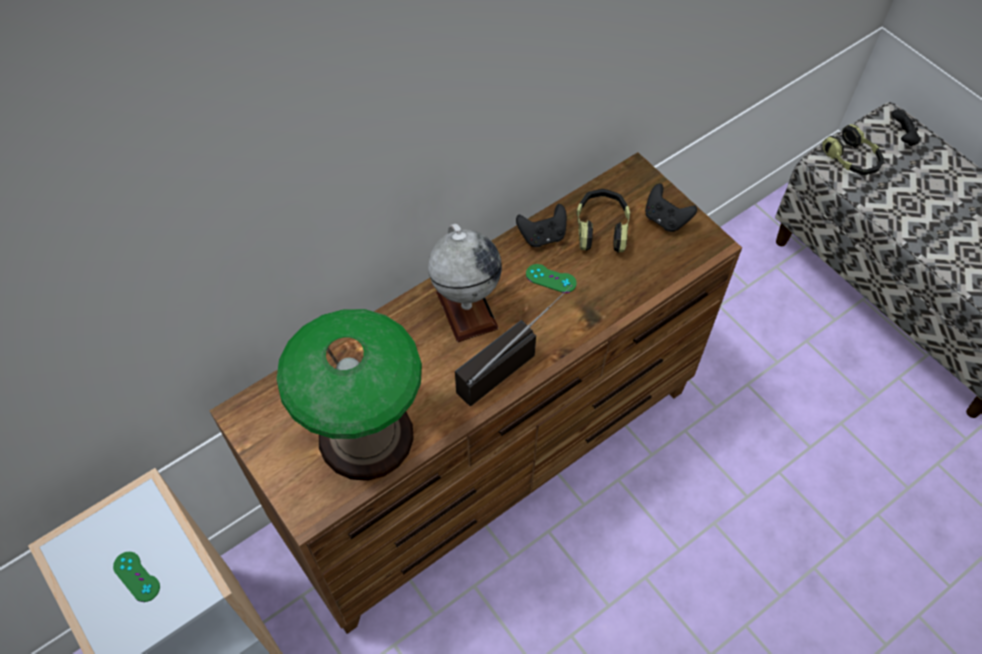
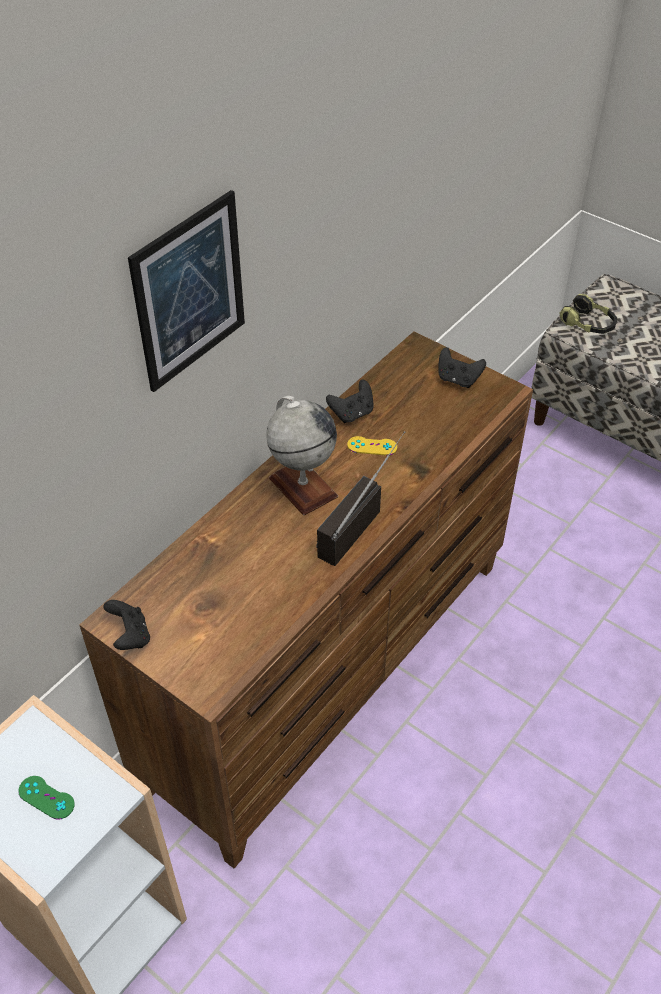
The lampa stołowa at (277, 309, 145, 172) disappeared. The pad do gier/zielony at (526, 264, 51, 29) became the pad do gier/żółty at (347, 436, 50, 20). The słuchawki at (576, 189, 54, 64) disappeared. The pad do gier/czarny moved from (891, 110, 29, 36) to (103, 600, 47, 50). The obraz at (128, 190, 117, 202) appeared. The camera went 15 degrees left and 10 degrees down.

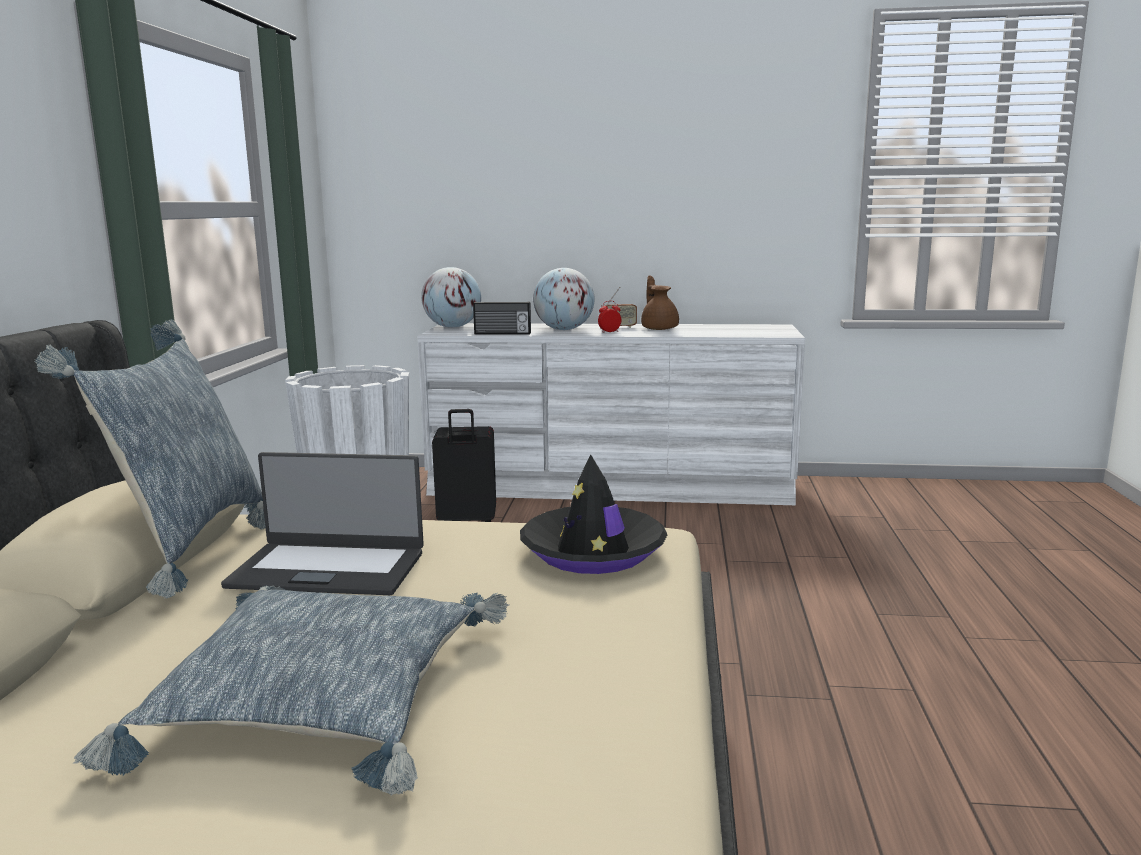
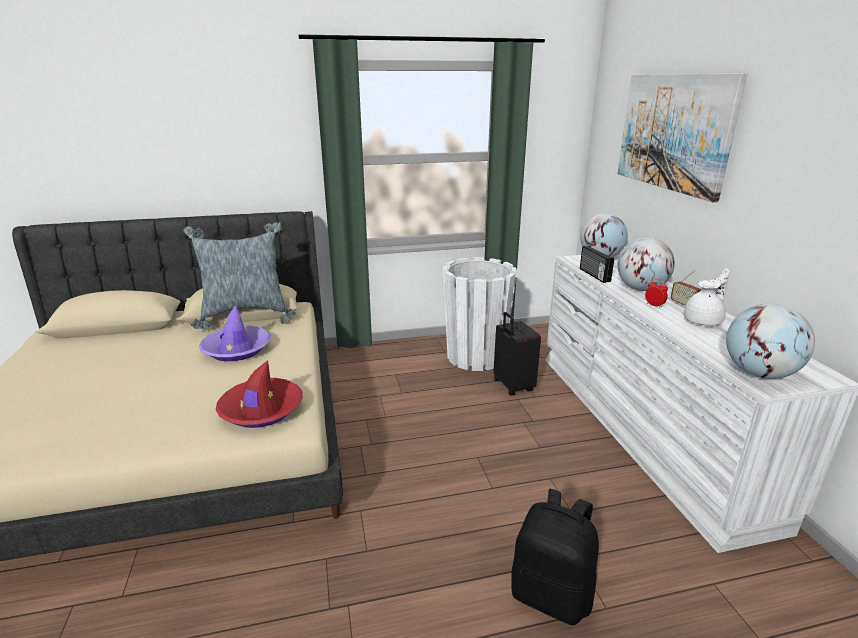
The poduszka at (74, 585, 435, 211) disappeared. The laptop at (221, 452, 203, 143) was replaced by the kapelusz/fioletowy at (199, 305, 72, 56). The kapelusz/czarny at (520, 454, 148, 120) became the kapelusz/czerwony at (216, 360, 87, 68). The imbryk/brązowy at (641, 275, 38, 55) became the imbryk/biały at (684, 268, 46, 58). The plecak/czarny at (511, 489, 88, 136) appeared. The obraz at (617, 73, 130, 129) appeared. The globus at (726, 304, 89, 75) appeared. The camera went 70 degrees right and 10 degrees up.

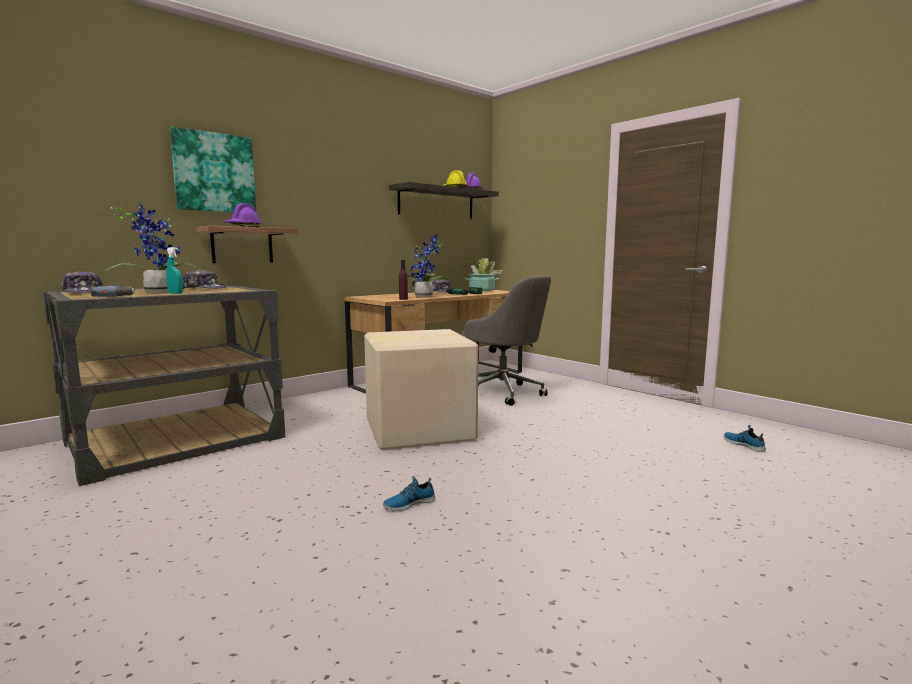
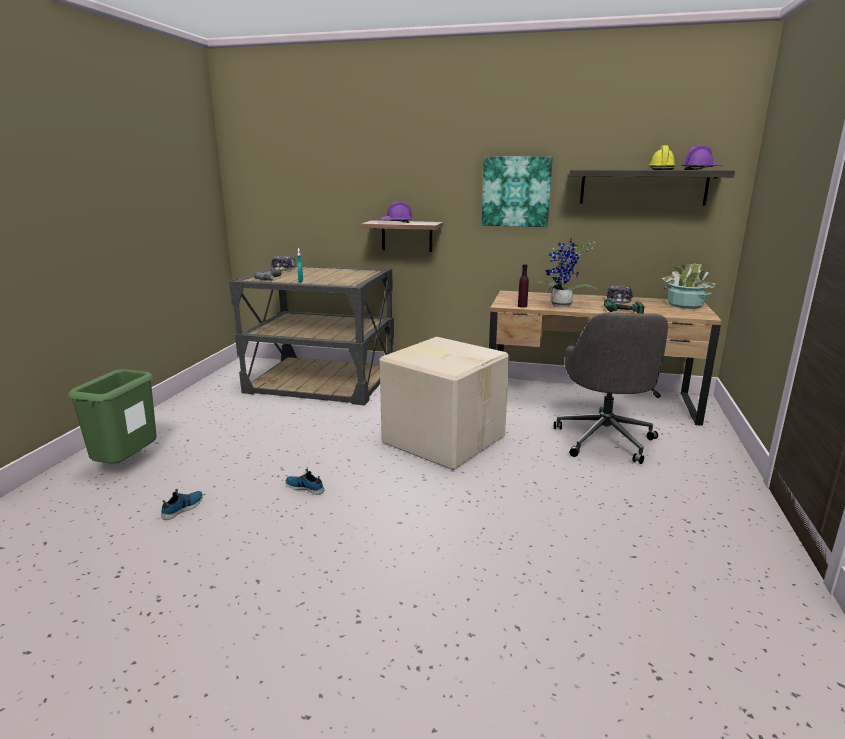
The roślina doniczkowa at (106, 203, 90, 89) disappeared. The obraz moved from (170, 127, 86, 85) to (482, 157, 71, 70). The czapka z daszkiem at (182, 269, 44, 20) disappeared. The but moved from (724, 425, 42, 27) to (161, 489, 42, 31). The kosz na śmieci/zielony at (68, 369, 89, 95) appeared. The camera went 55 degrees right and 10 degrees up.

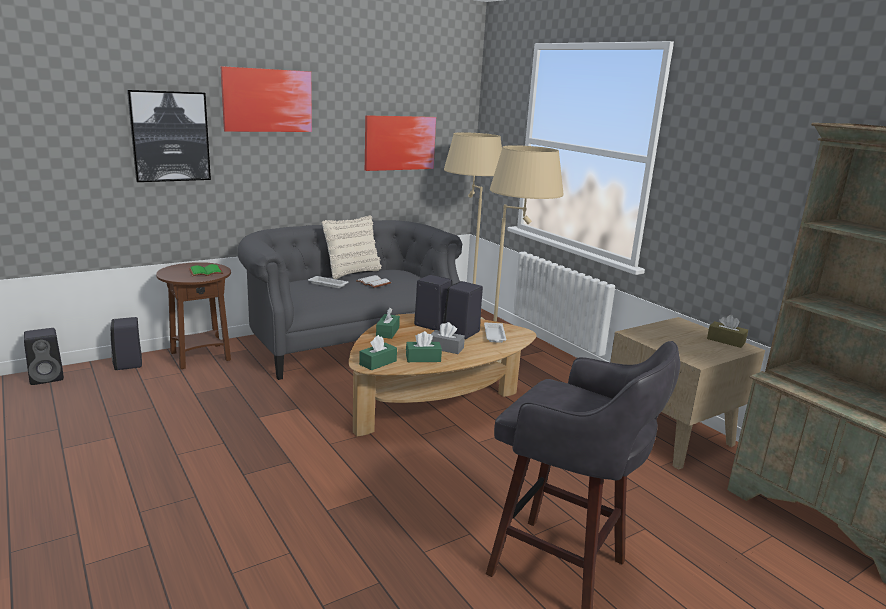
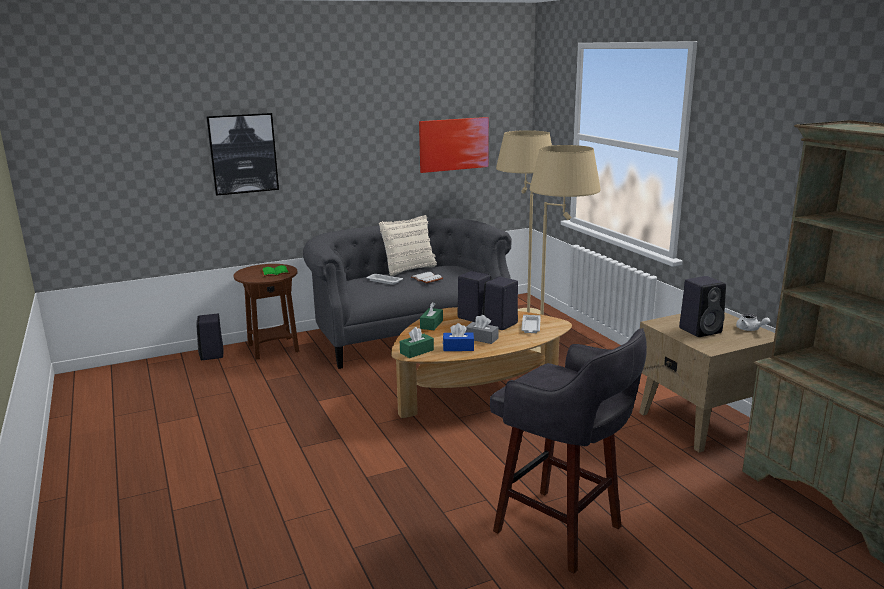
The głośnik/czarny moved from (24, 328, 40, 57) to (679, 276, 47, 61). The obraz at (220, 66, 92, 66) disappeared. The pudełko chusteczek/zielony at (406, 331, 36, 31) became the pudełko chusteczek/niebieski at (443, 323, 31, 28). The pudełko chusteczek/brązowy at (707, 315, 41, 33) was replaced by the imbryk/biały at (736, 314, 34, 17). The camera went 10 degrees right and 0 degrees up.

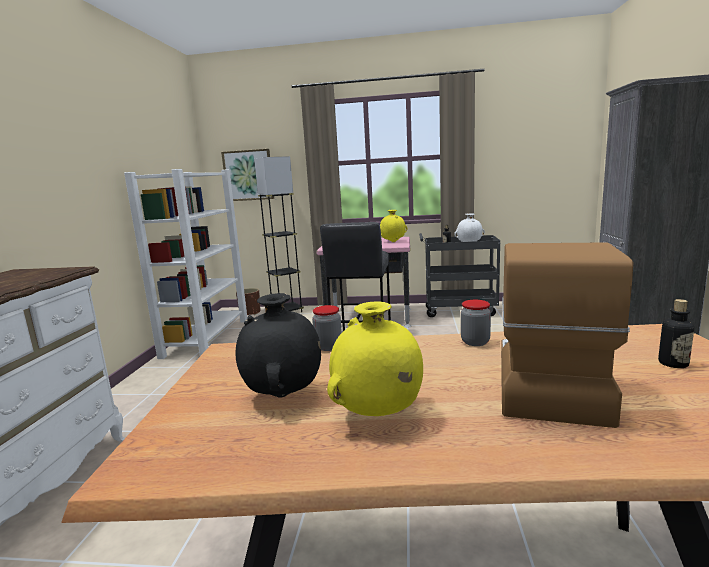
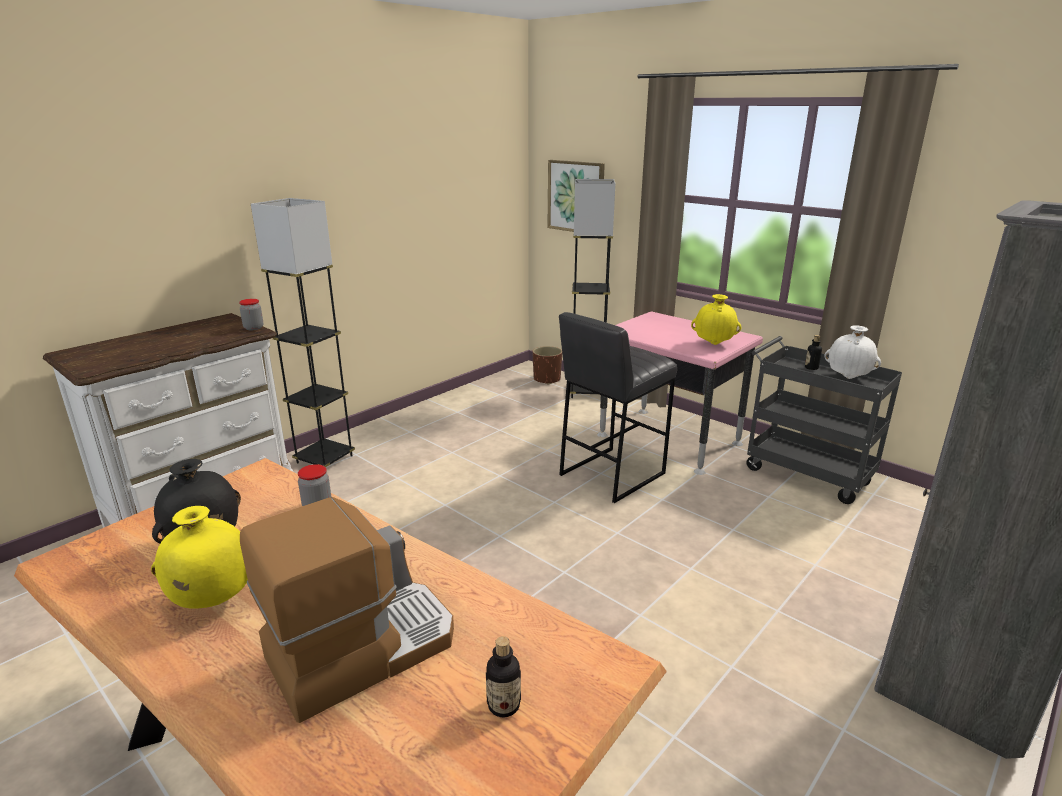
The regał/biały at (124, 169, 123, 190) disappeared. The słoik moved from (461, 300, 30, 46) to (239, 299, 24, 31). The lampa stojąca/czarny at (251, 198, 104, 269) appeared. The camera went 35 degrees right and 10 degrees up.

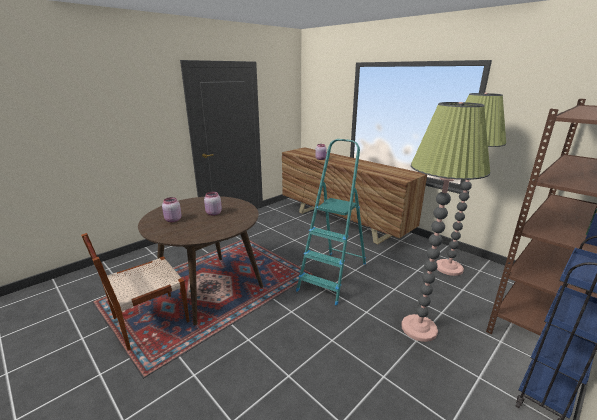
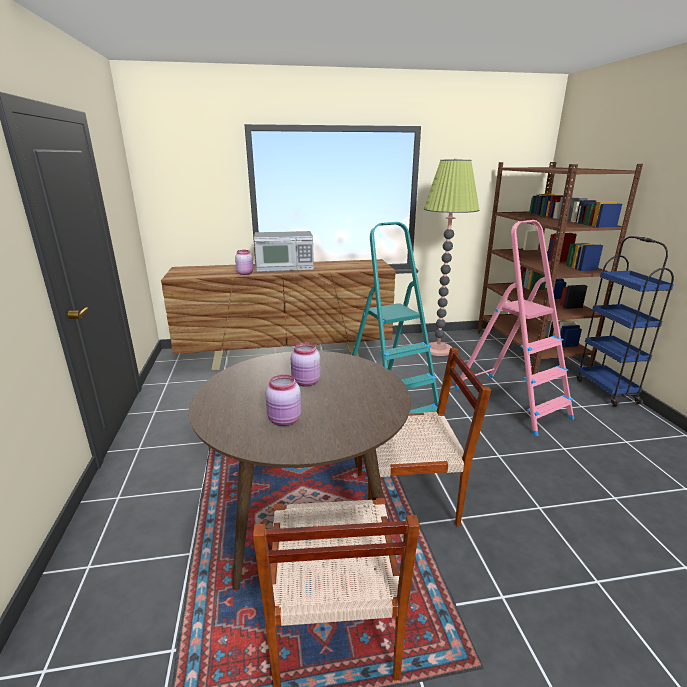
The lampa stojąca at (401, 102, 89, 240) was replaced by the drabinka/różowy at (455, 220, 119, 216). The mikrofalówka at (254, 231, 60, 41) appeared. The krzesło at (358, 348, 133, 179) appeared. The camera went 55 degrees left and 0 degrees up.

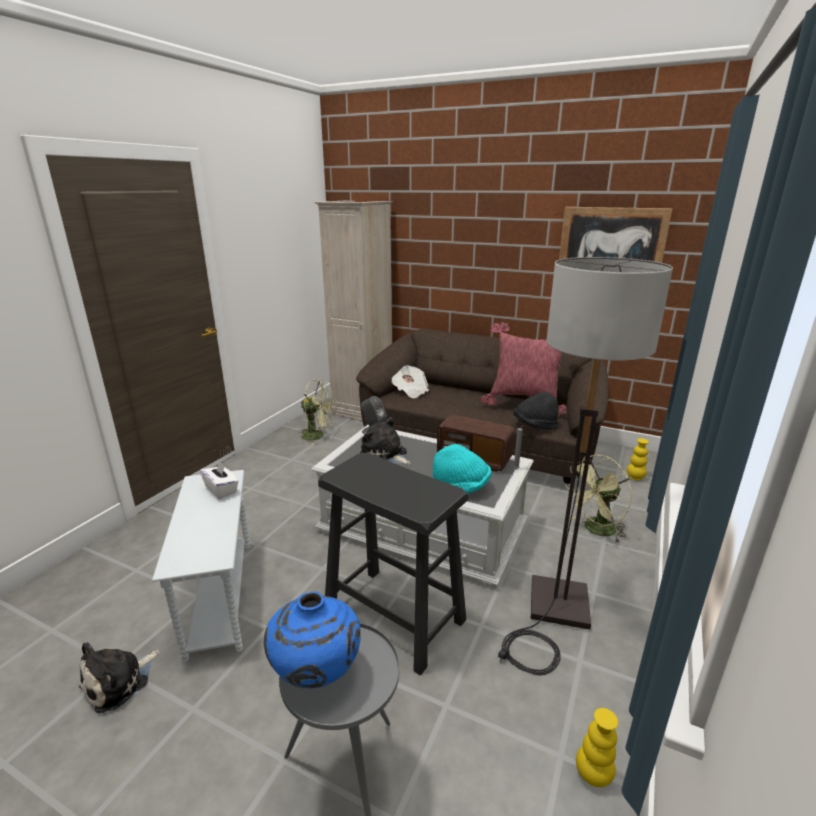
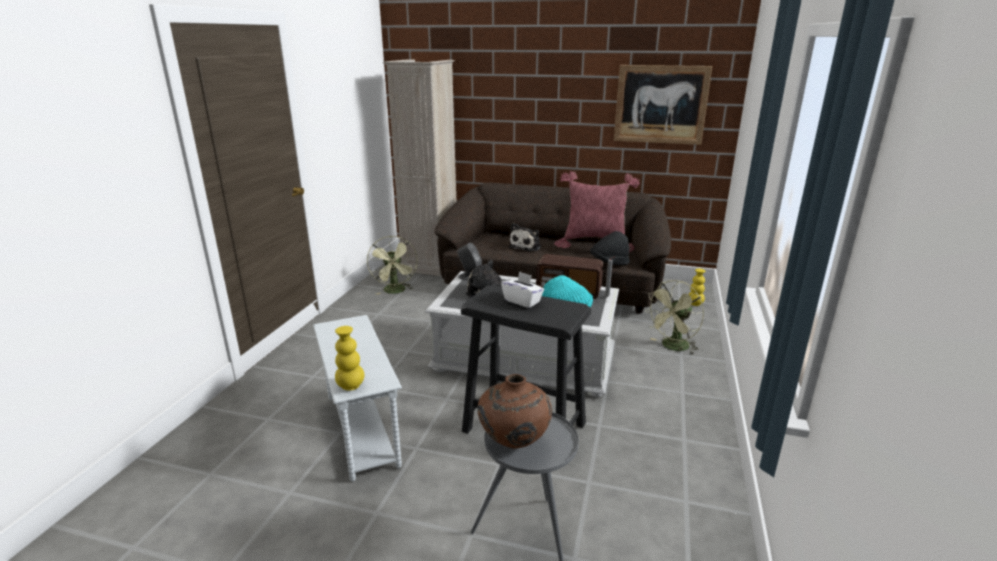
The pluszak moved from (79, 642, 80, 71) to (509, 223, 32, 28). The pudełko chusteczek/biały moved from (200, 461, 39, 38) to (501, 271, 43, 37). The wazon/niebieski at (264, 592, 97, 96) became the wazon/brązowy at (477, 374, 75, 75). The wentylator/zielony at (298, 380, 37, 65) turned 75 degrees clockwise. The gazeta at (391, 365, 38, 33) disappeared. The lampa stojąca at (498, 257, 175, 418) disappeared. The wazon/żółty moved from (576, 708, 42, 79) to (335, 326, 29, 65). The camera went 10 degrees left and 0 degrees up.

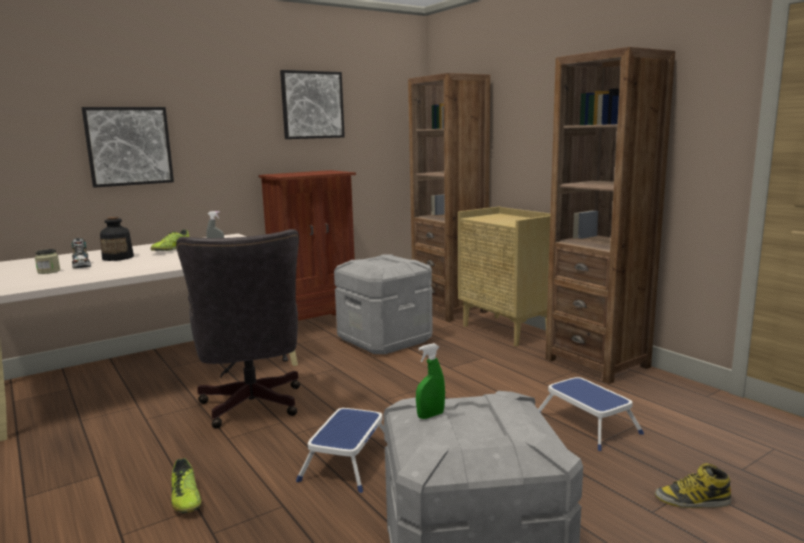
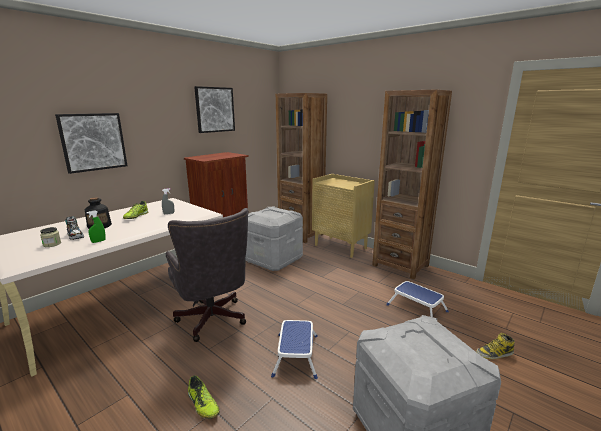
The spryskiwacz/zielony moved from (416, 343, 29, 76) to (86, 210, 20, 33). The camera went 15 degrees left and 5 degrees up.

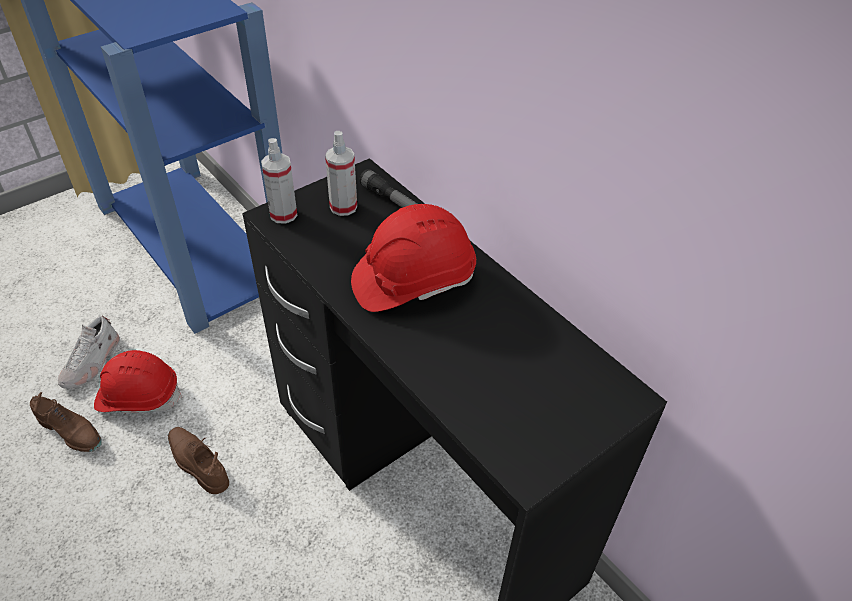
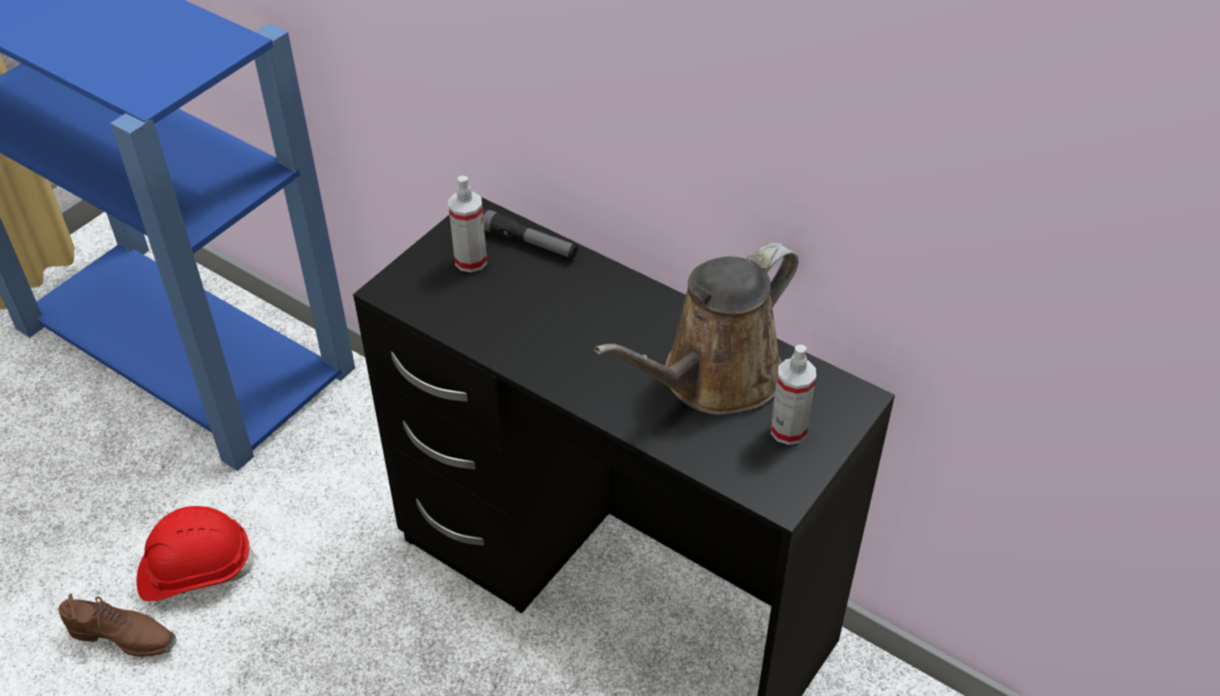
The but/biały at (58, 316, 62, 73) disappeared. The but/brązowy at (168, 427, 61, 67) disappeared. The spryskiwacz moved from (261, 138, 36, 86) to (771, 345, 45, 100). The kask/czerwony at (351, 204, 125, 108) disappeared. The konewka/brązowy at (594, 243, 204, 172) appeared. The camera went 15 degrees left and 0 degrees up.

